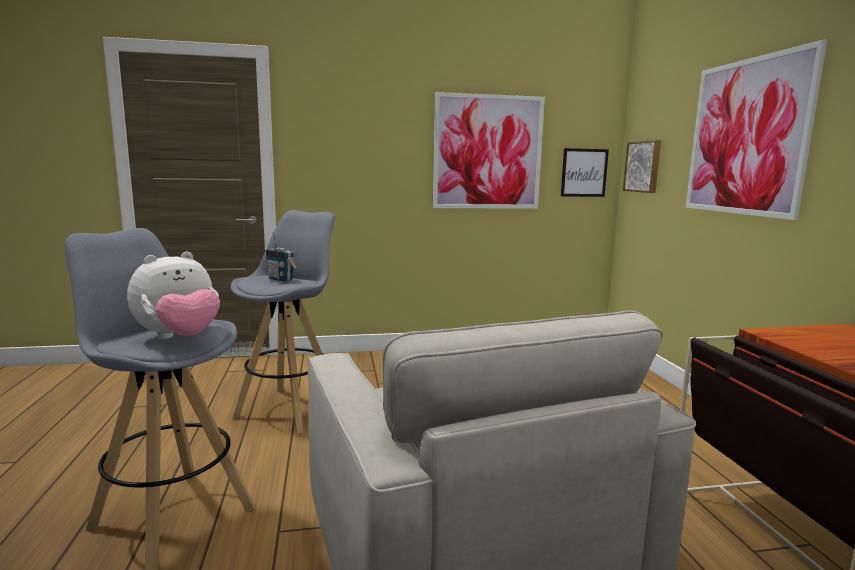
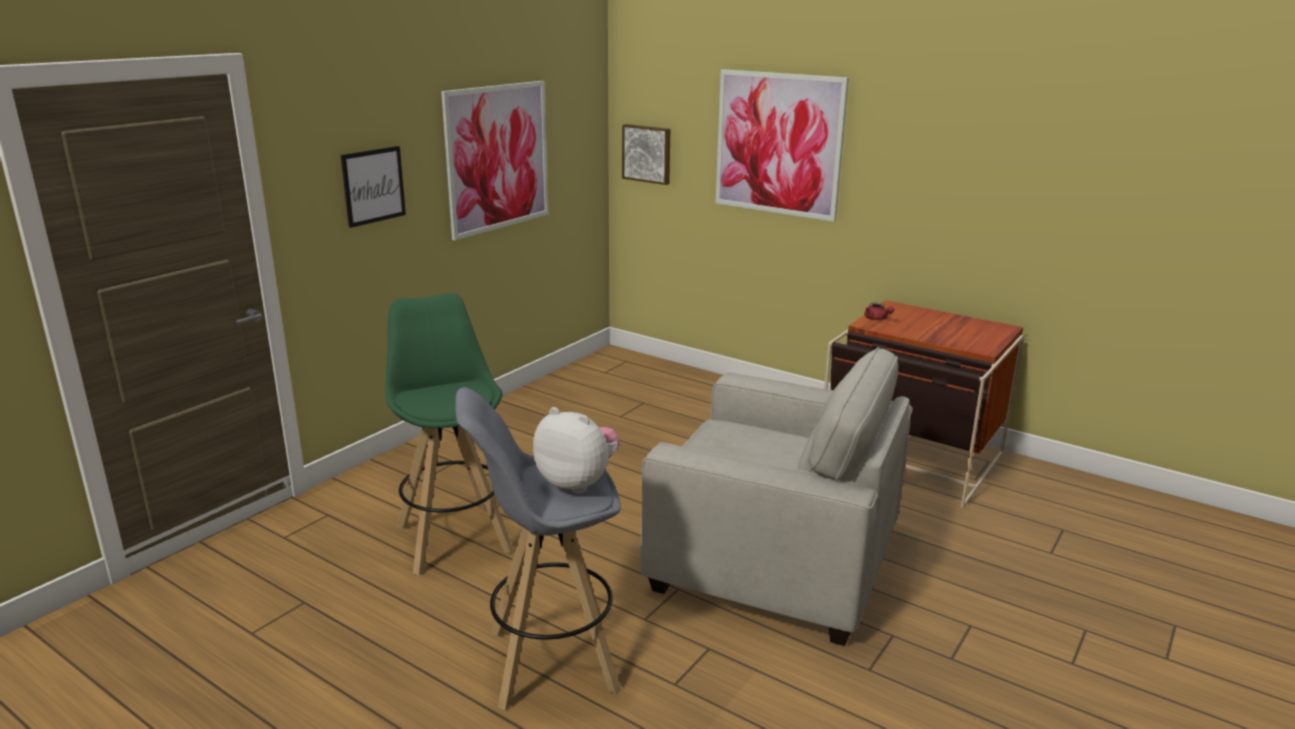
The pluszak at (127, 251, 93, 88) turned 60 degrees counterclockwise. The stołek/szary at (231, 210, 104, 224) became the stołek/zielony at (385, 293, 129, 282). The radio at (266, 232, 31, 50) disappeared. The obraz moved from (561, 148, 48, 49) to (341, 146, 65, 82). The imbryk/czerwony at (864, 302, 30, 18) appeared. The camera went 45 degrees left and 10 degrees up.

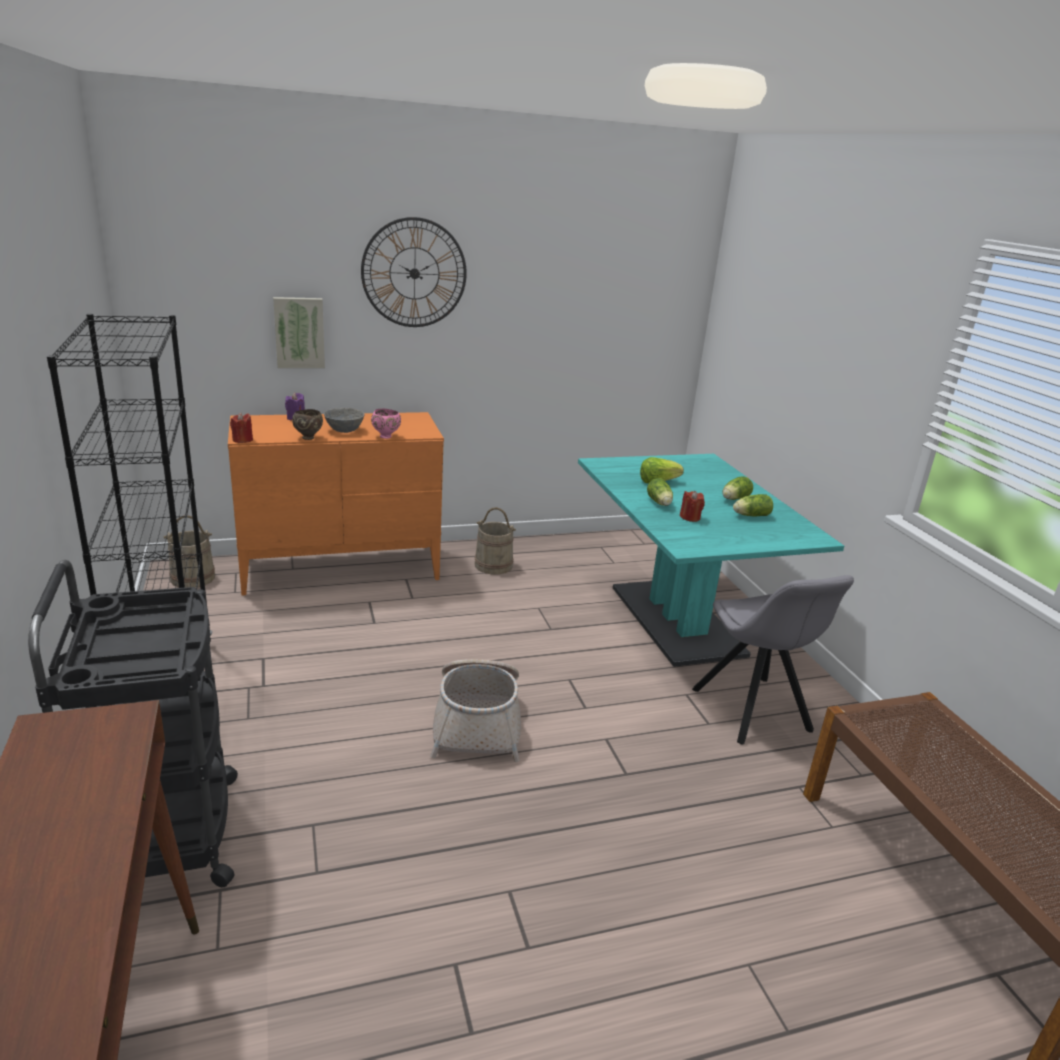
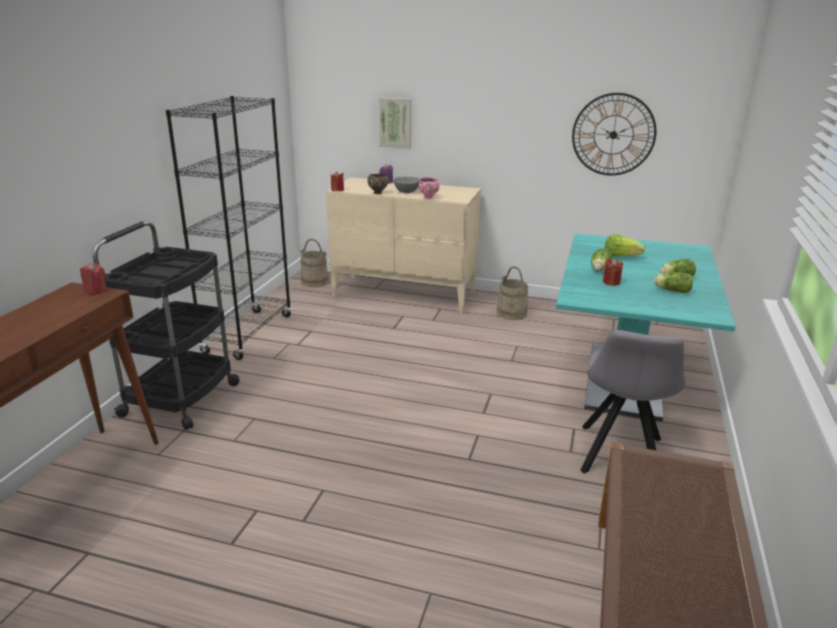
The szafka/pomarańczowy at (228, 412, 216, 184) became the szafka/beżowy at (326, 177, 155, 137). The zegar ścienny moved from (361, 217, 106, 110) to (572, 93, 84, 83). The koszyk at (430, 659, 91, 103) disappeared. The świeca/czerwony at (80, 263, 27, 32) appeared. The camera went 35 degrees right and 0 degrees up.

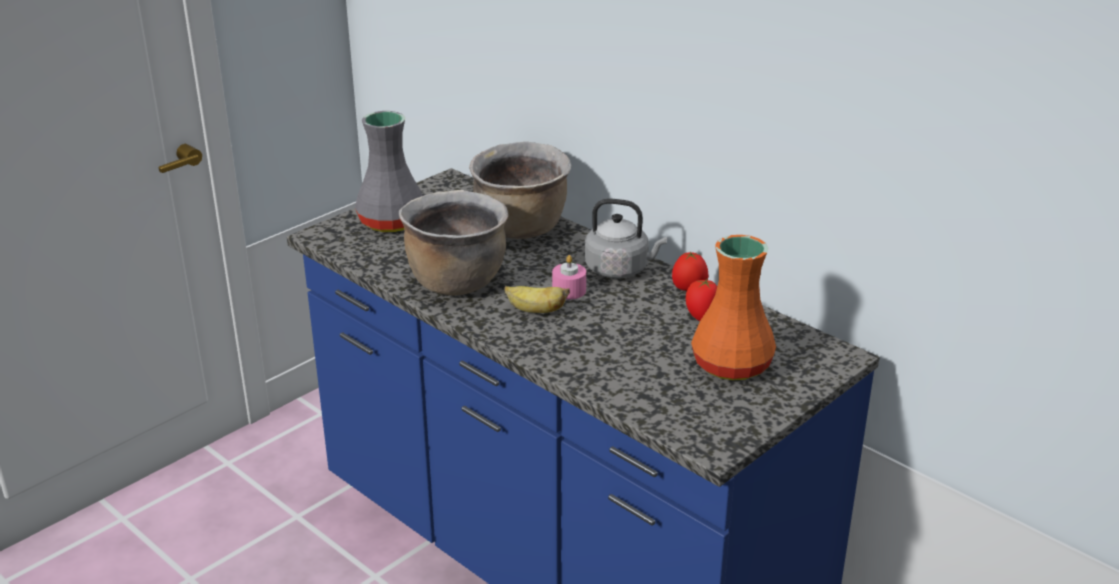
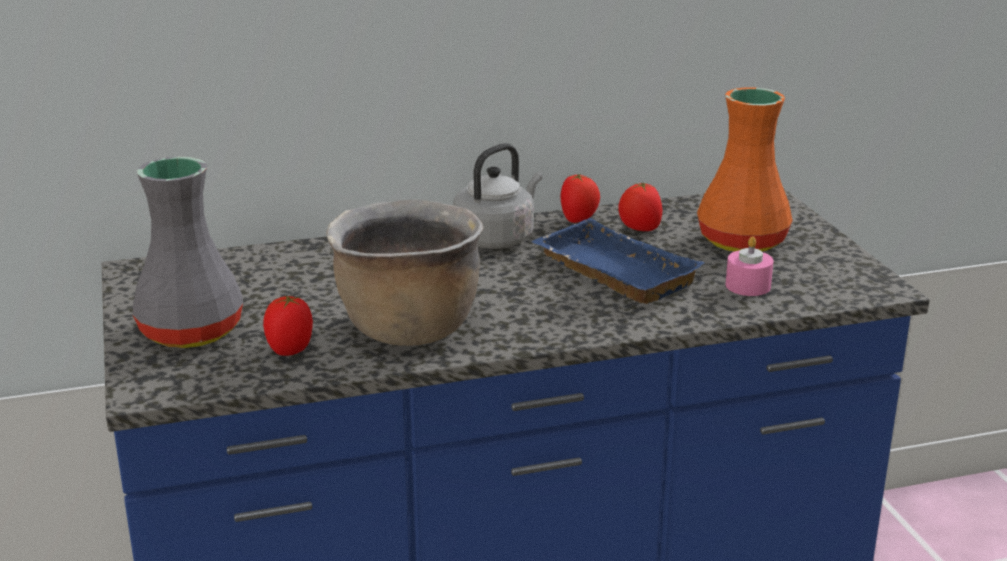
The garnek/brązowy at (469, 142, 102, 97) disappeared. The banan at (504, 286, 66, 27) disappeared. The świeca/różowy moved from (552, 255, 34, 45) to (726, 236, 48, 60). The pomidor at (263, 296, 50, 60) appeared. The taca/niebieski at (531, 218, 173, 86) appeared. The camera went 60 degrees left and 5 degrees down.

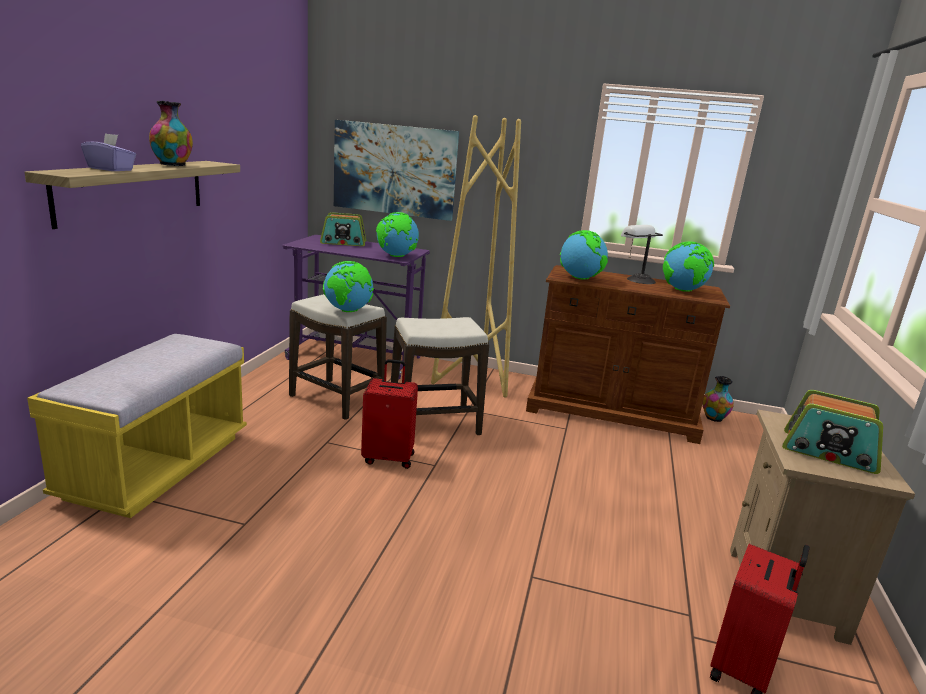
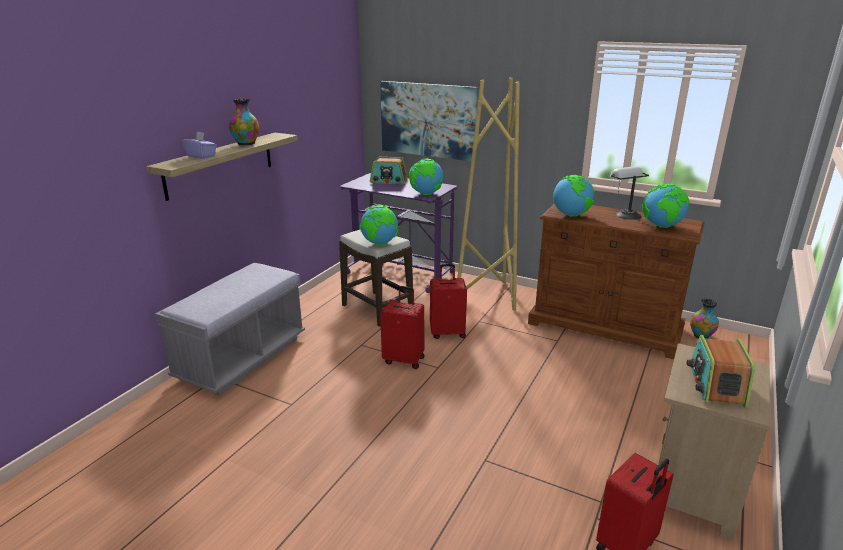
The ławka/żółty at (27, 334, 220, 184) became the ławka/szary at (155, 263, 150, 132). The stołek at (391, 317, 98, 118) was replaced by the walizka/czerwony at (430, 264, 37, 75). The radio at (782, 390, 101, 84) turned 60 degrees clockwise. The camera went 15 degrees right and 5 degrees up.

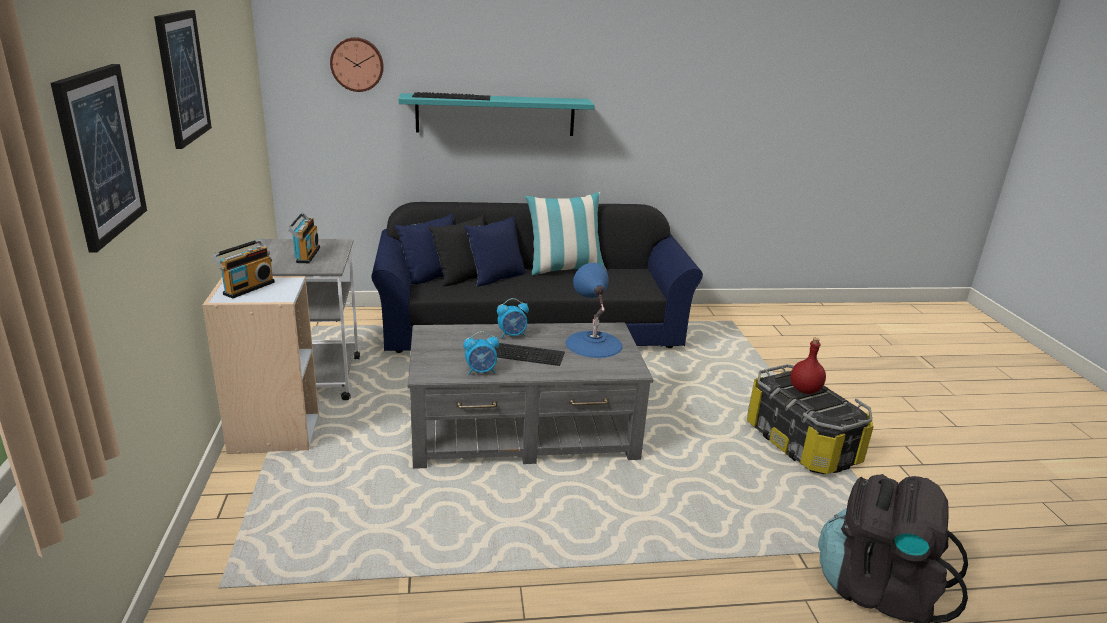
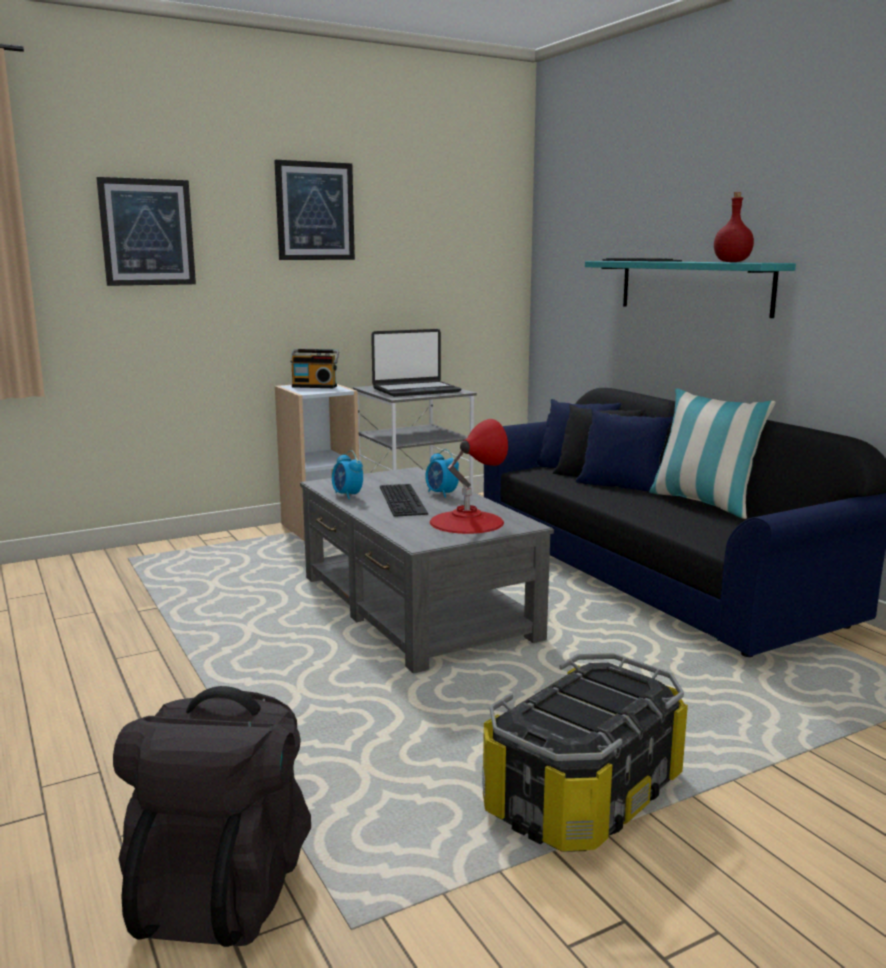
The radio at (287, 212, 33, 51) was replaced by the laptop at (371, 329, 90, 68). The zegar ścienny at (330, 37, 54, 55) disappeared. The lampa stołowa/niebieski at (566, 263, 57, 95) became the lampa stołowa/czerwony at (430, 419, 78, 115). The butelka/czerwony moved from (790, 338, 36, 56) to (714, 192, 40, 70). The camera went 70 degrees right and 10 degrees down.

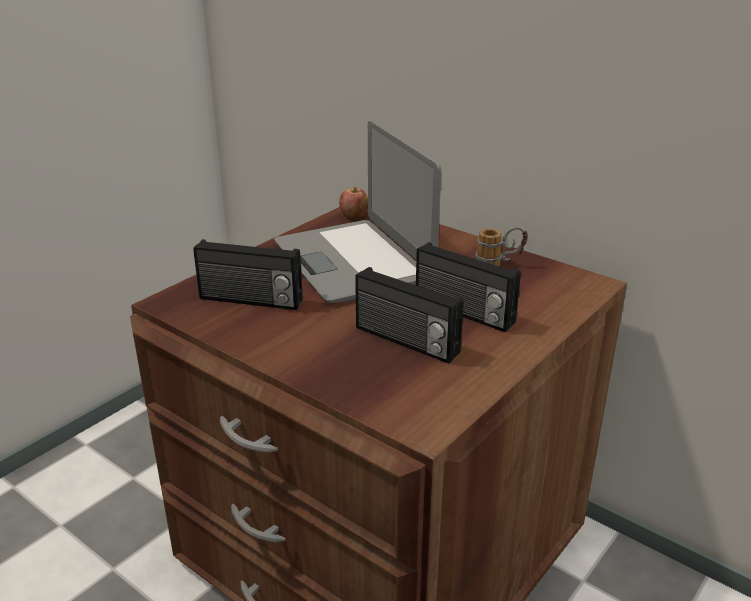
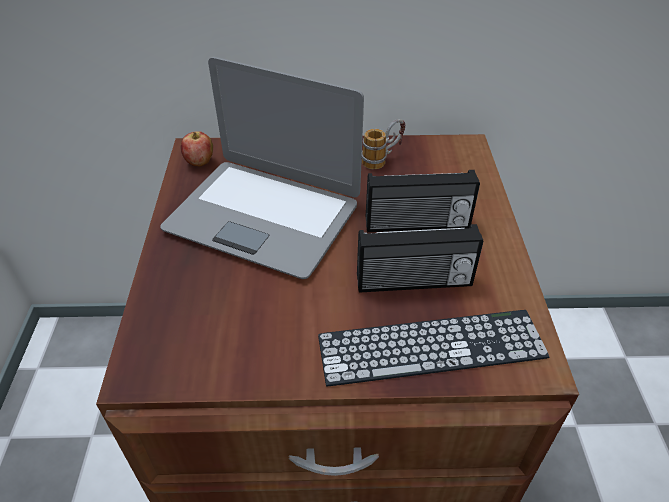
The radio at (193, 239, 110, 71) disappeared. The klawiatura at (318, 310, 231, 76) appeared. The camera went 40 degrees left and 15 degrees up.

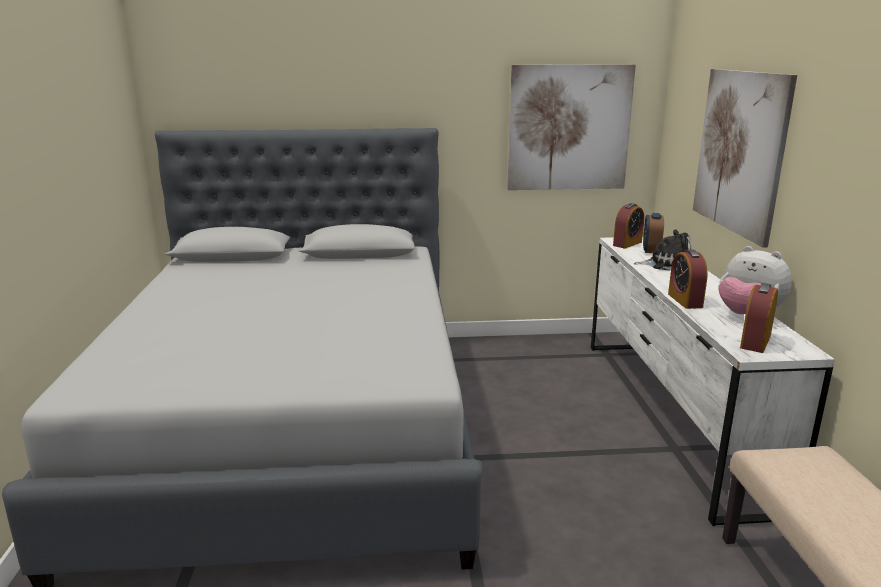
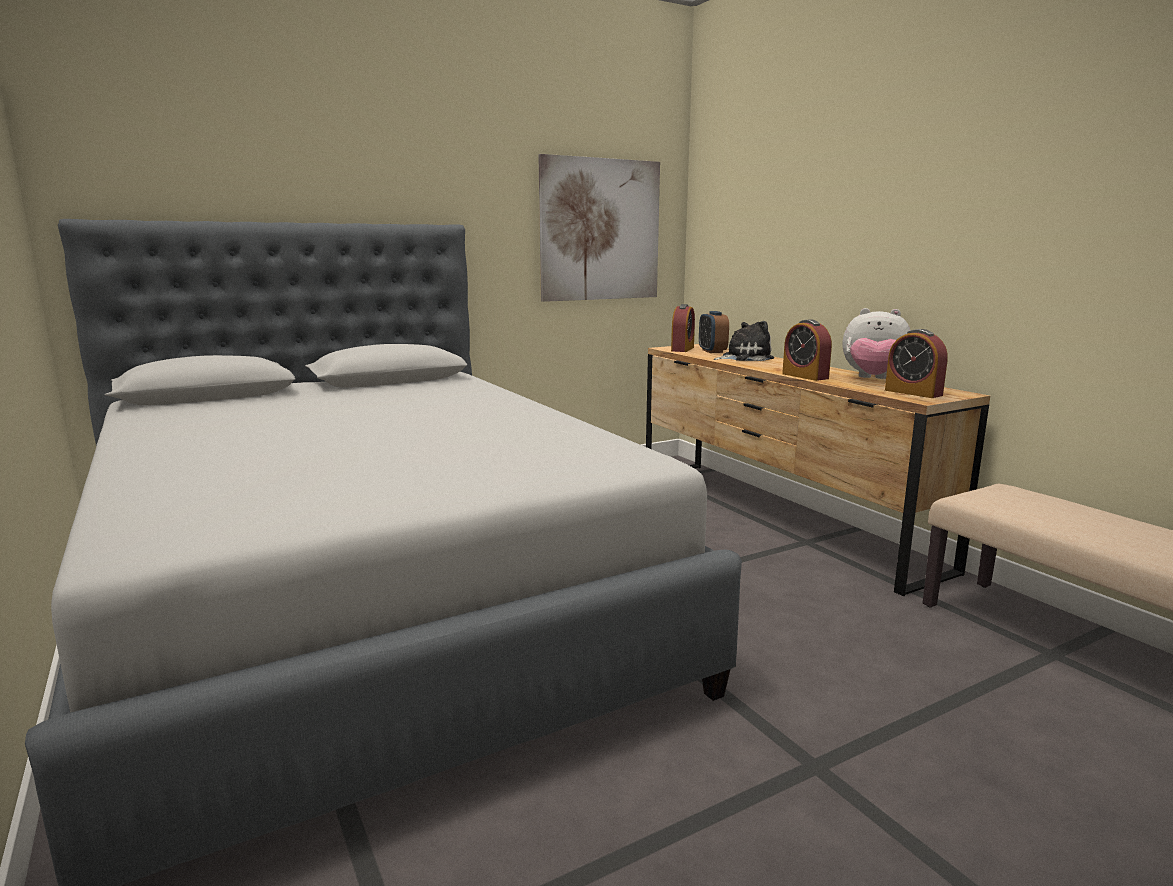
The komoda/biały at (591, 237, 244, 289) became the komoda/brązowy at (646, 344, 344, 252). The obraz at (693, 69, 104, 178) disappeared. The budzik at (740, 283, 38, 70) turned 45 degrees counterclockwise. The camera went 25 degrees left and 5 degrees down.

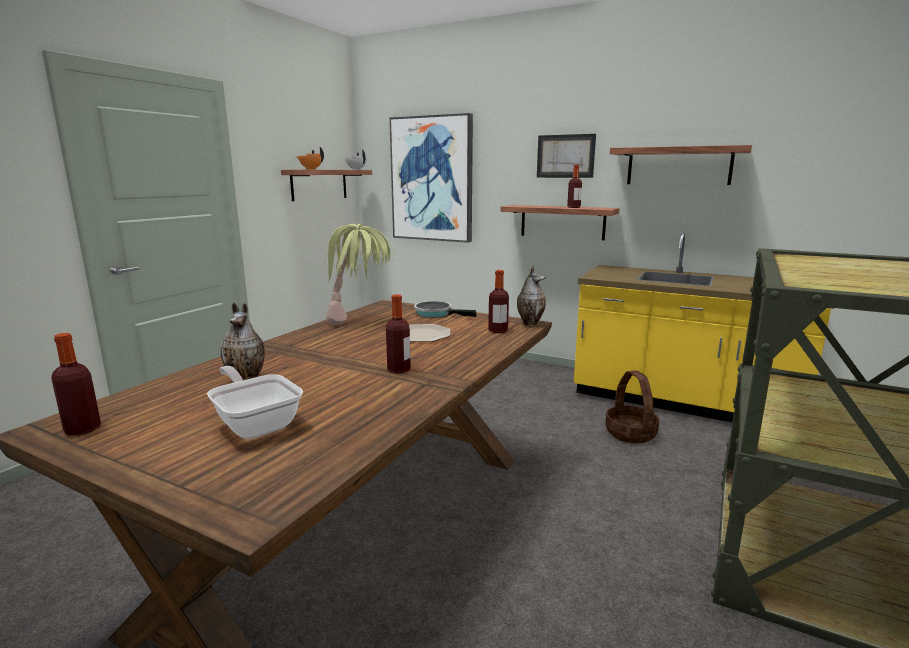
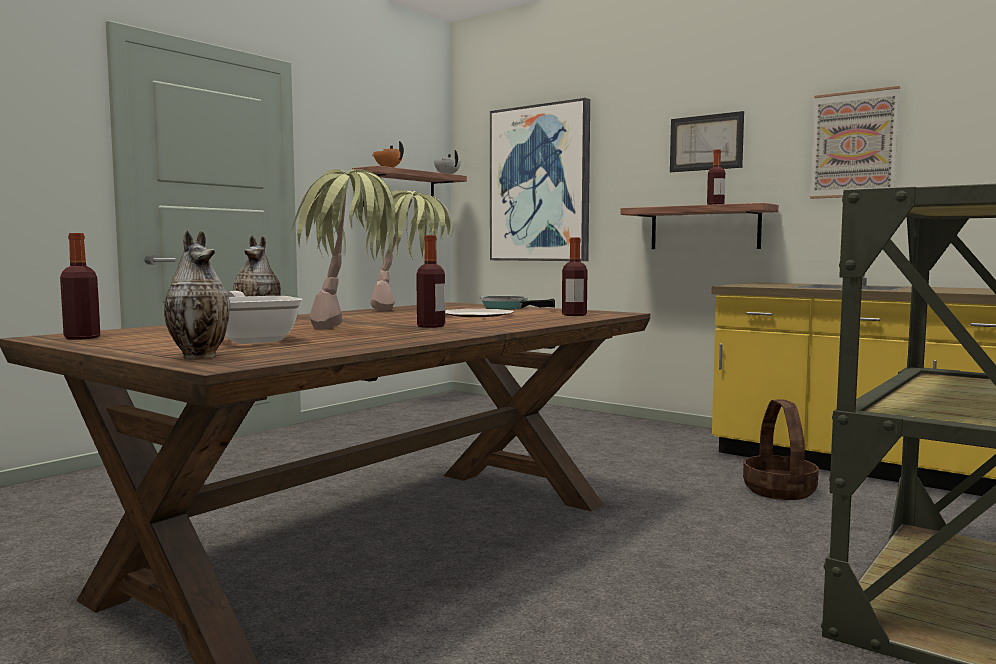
The wazon moved from (517, 266, 29, 61) to (164, 229, 67, 130). The półka at (610, 145, 142, 40) was replaced by the obraz at (810, 86, 90, 113). The roślina doniczkowa at (291, 169, 107, 160) appeared. The camera went 10 degrees right and 10 degrees down.

